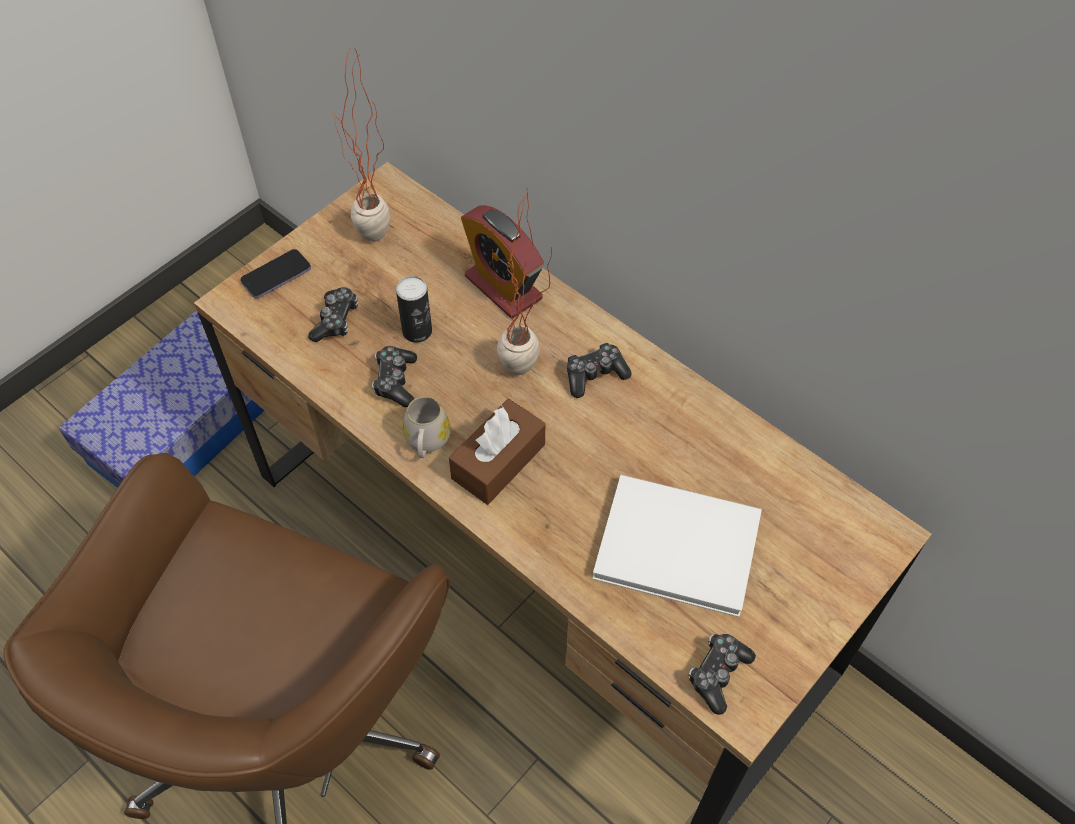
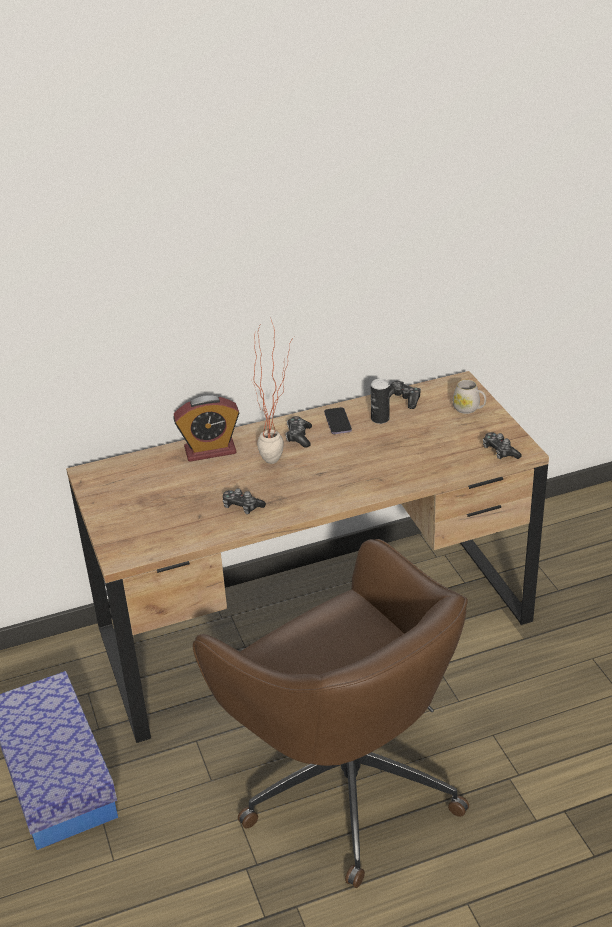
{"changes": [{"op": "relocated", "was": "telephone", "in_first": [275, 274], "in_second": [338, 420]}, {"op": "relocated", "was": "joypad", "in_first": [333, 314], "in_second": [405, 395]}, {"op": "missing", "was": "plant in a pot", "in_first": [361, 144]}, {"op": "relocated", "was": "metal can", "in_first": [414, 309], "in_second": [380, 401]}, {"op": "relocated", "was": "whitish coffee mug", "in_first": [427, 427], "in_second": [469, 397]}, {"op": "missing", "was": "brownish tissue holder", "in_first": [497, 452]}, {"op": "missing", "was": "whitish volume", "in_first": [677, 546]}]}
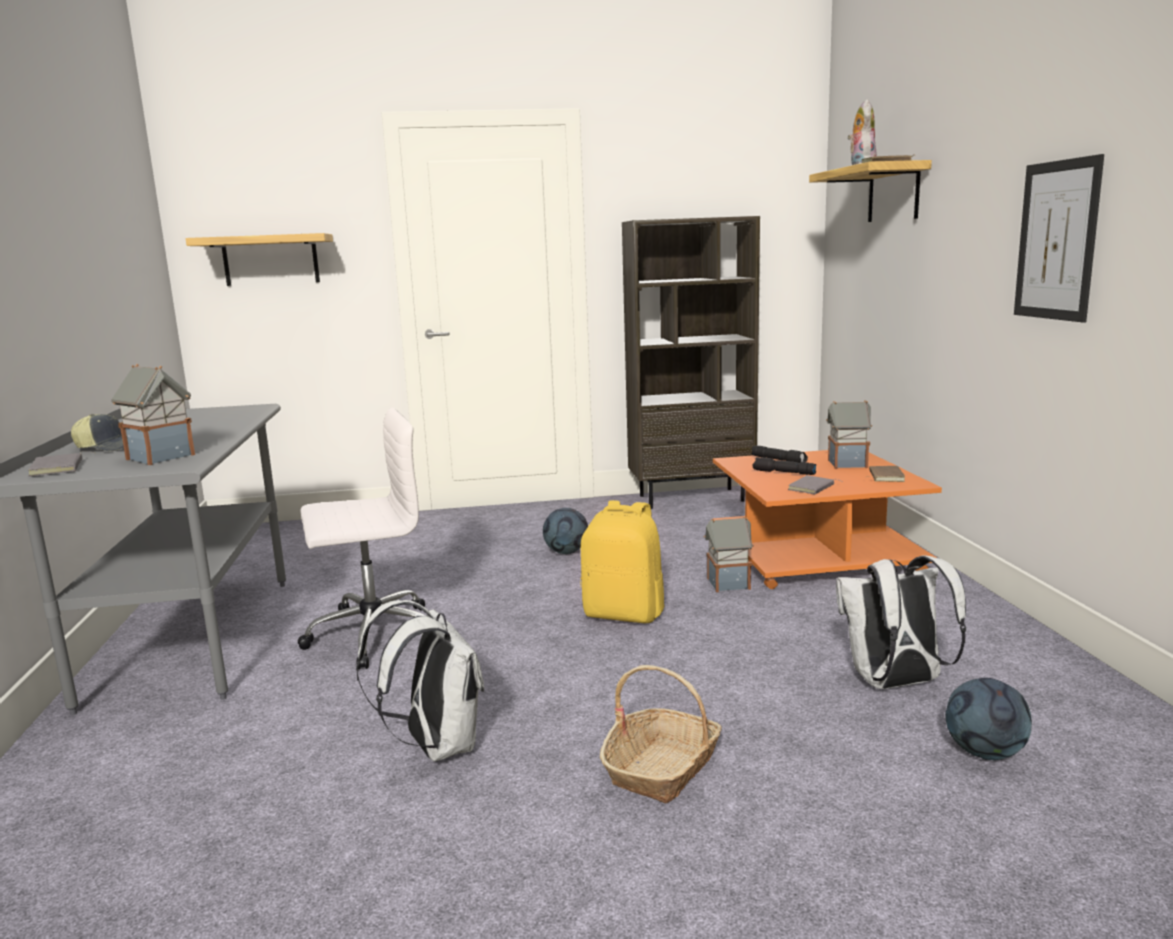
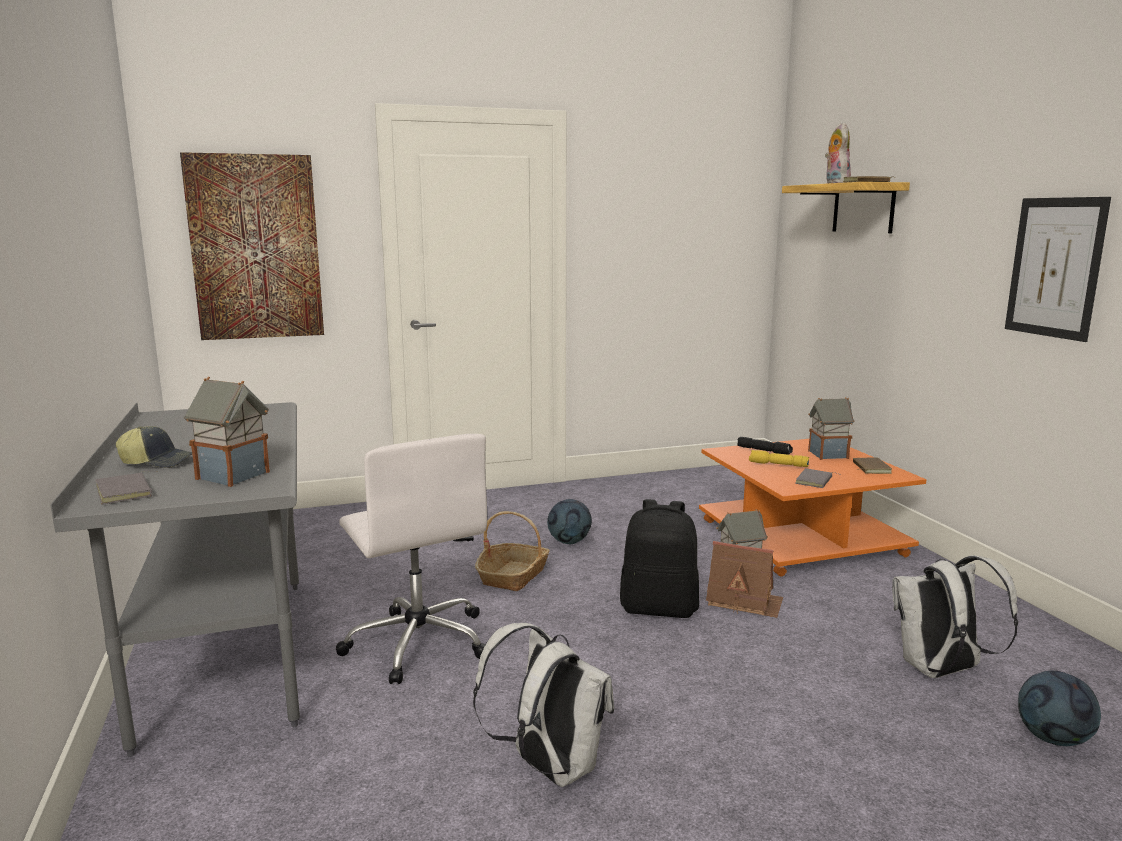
{"changes": [{"op": "exchanged", "was": "shelf", "now": "wall art", "in_first": [259, 259], "in_second": [252, 246]}, {"op": "spun", "was": "whitish office chair", "in_first": [362, 538], "in_second": [411, 559], "clockwise": 90}, {"op": "colour", "was": "yellowish knapsack", "now": "black knapsack", "in_first": [622, 561], "in_second": [659, 558]}, {"op": "relocated", "was": "storage basket", "in_first": [661, 734], "in_second": [512, 551]}, {"op": "missing", "was": "brownish shelving unit", "in_first": [691, 362]}, {"op": "colour", "was": "black hand torch", "now": "yellowish hand torch", "in_first": [784, 466], "in_second": [779, 458]}, {"op": "appeared", "now": "model house", "in_second": [744, 579]}]}
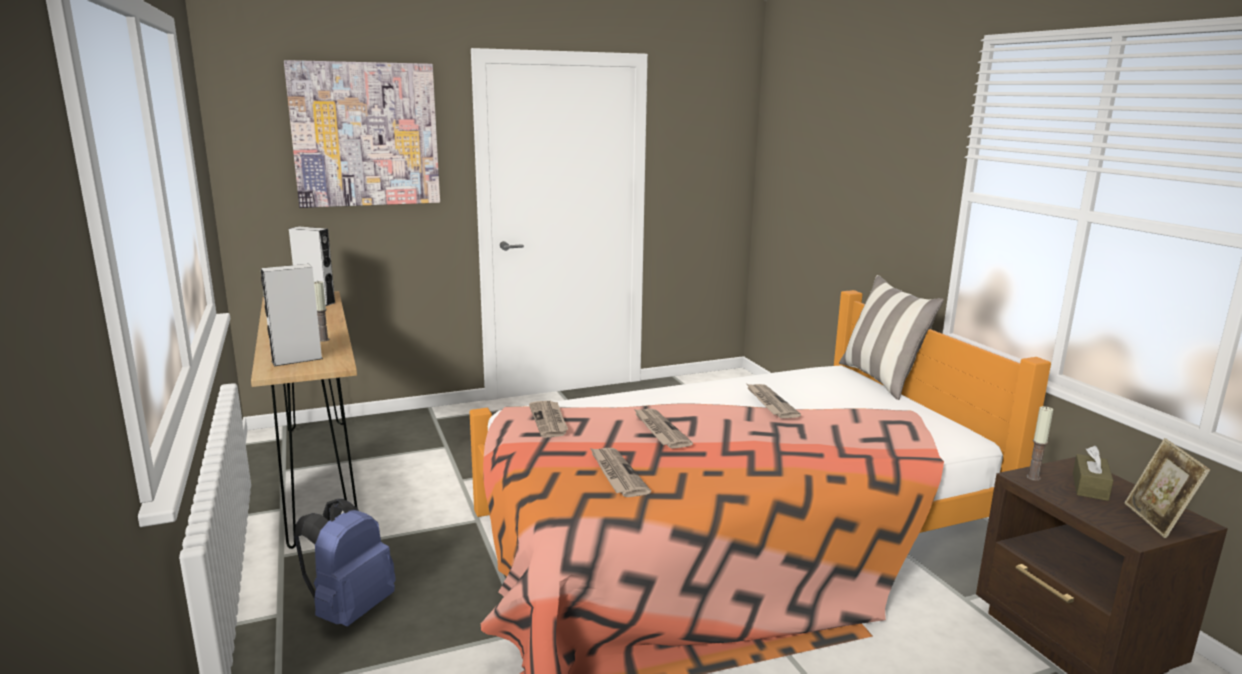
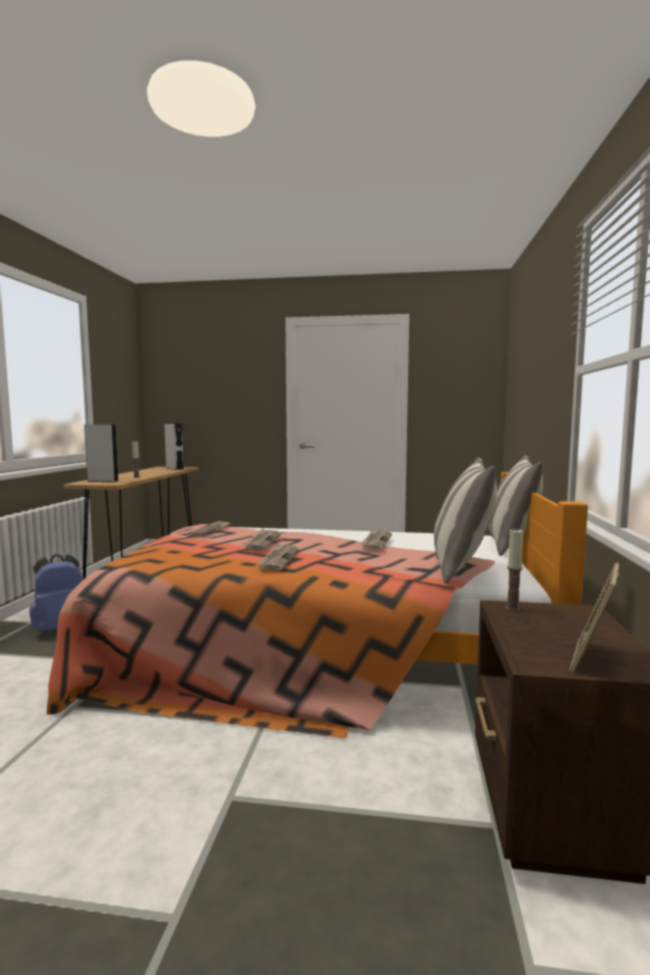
{"changes": [{"op": "missing", "was": "wall art", "in_first": [362, 134]}, {"op": "relocated", "was": "newspaper", "in_first": [620, 472], "in_second": [277, 556]}, {"op": "missing", "was": "brownish tissue holder", "in_first": [1093, 473]}, {"op": "appeared", "now": "throw pillow", "in_second": [465, 521]}]}
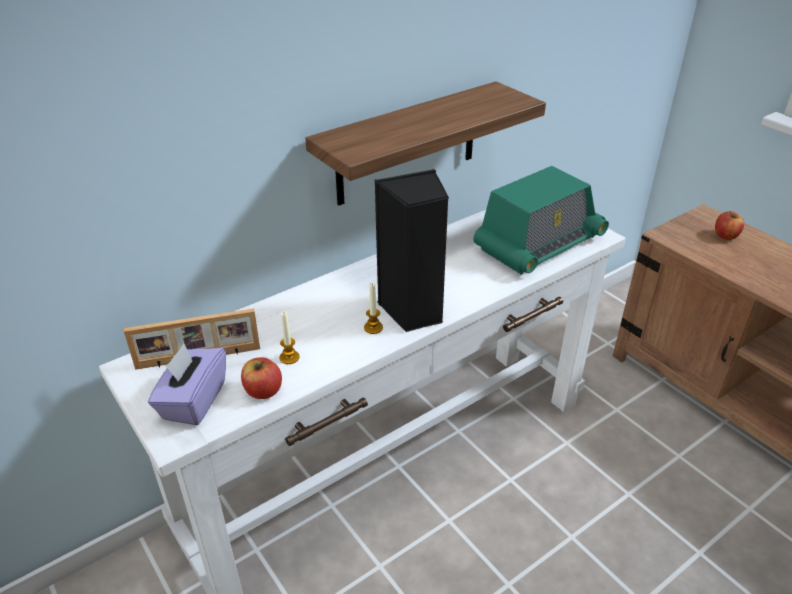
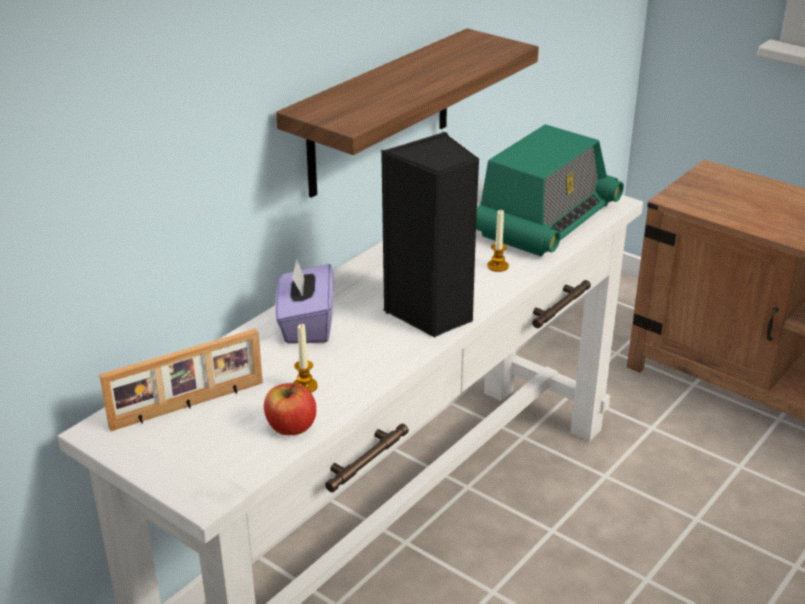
{"changes": [{"op": "relocated", "was": "purple tissue holder", "in_first": [187, 384], "in_second": [304, 301]}, {"op": "relocated", "was": "candle", "in_first": [373, 308], "in_second": [498, 241]}, {"op": "missing", "was": "apple fruit", "in_first": [729, 225]}]}
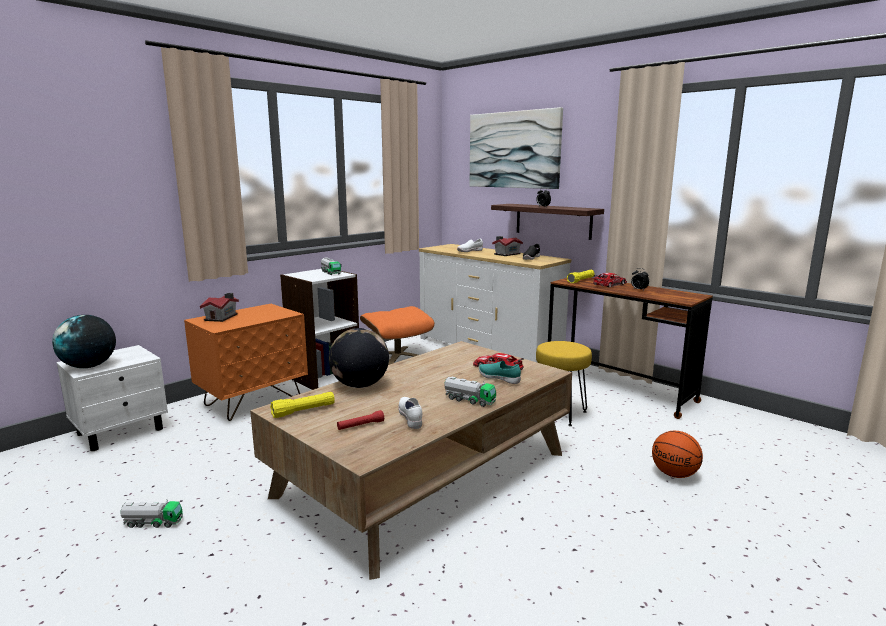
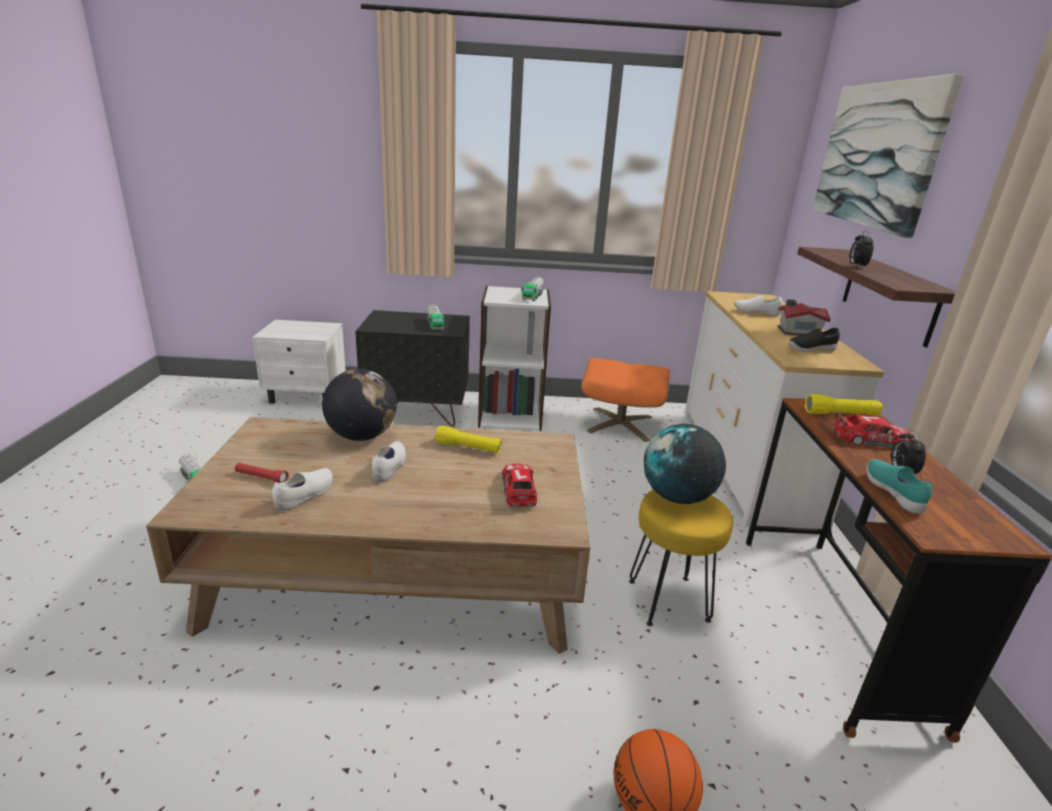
{"changes": [{"op": "relocated", "was": "desk globe", "in_first": [84, 341], "in_second": [685, 464]}, {"op": "colour", "was": "orange night table", "now": "black night table", "in_first": [246, 362], "in_second": [412, 368]}, {"op": "missing", "was": "model house", "in_first": [219, 307]}, {"op": "relocated", "was": "yellowish hand torch", "in_first": [302, 405], "in_second": [468, 439]}, {"op": "relocated", "was": "toy truck", "in_first": [470, 392], "in_second": [436, 317]}, {"op": "relocated", "was": "blue-green shoe", "in_first": [500, 372], "in_second": [899, 486]}, {"op": "appeared", "now": "whitish shoe", "in_second": [389, 461]}]}
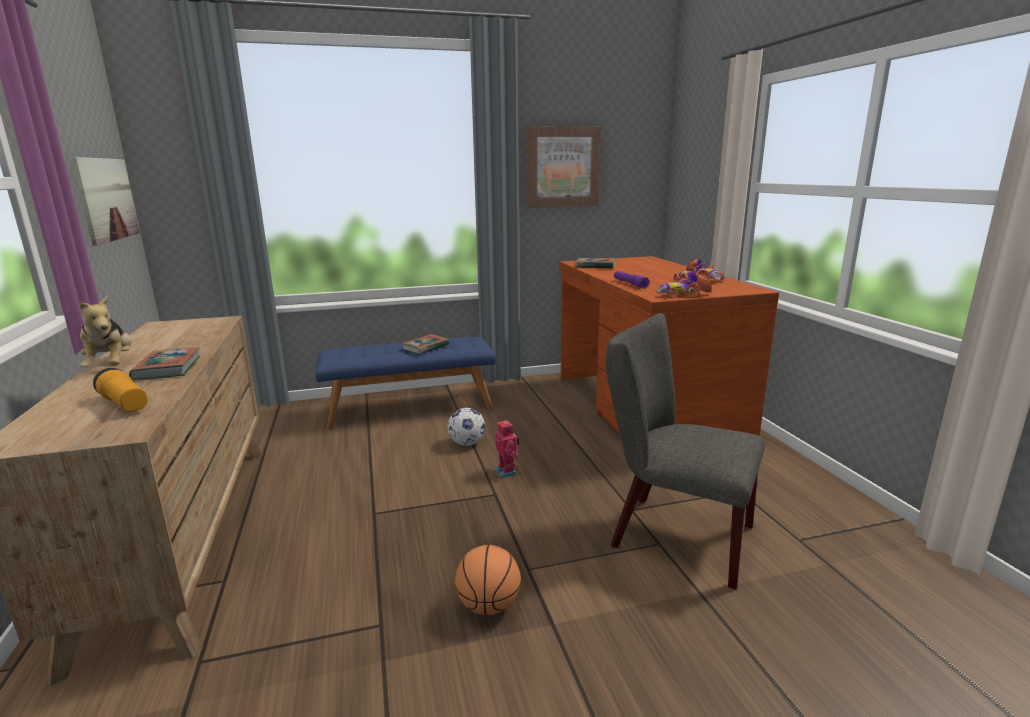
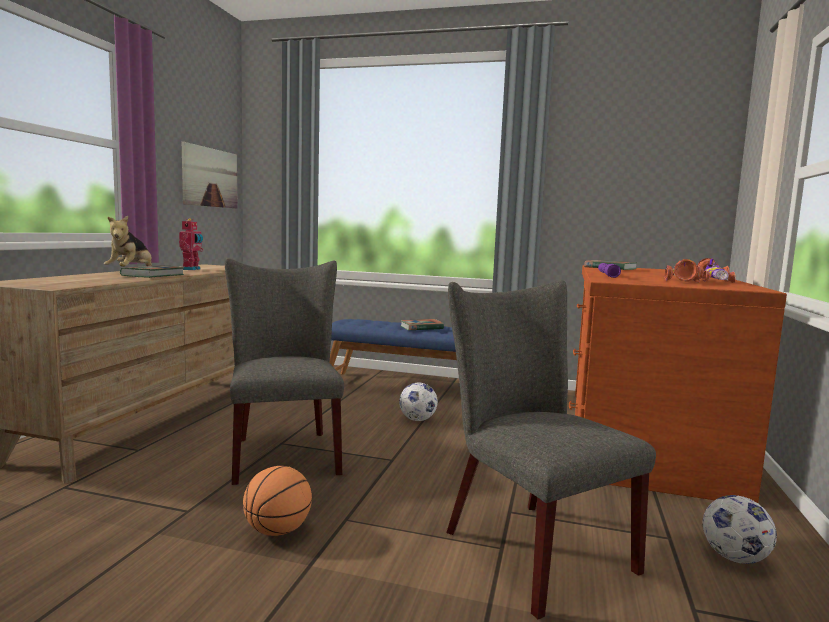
{"changes": [{"op": "missing", "was": "hand torch", "in_first": [120, 389]}, {"op": "relocated", "was": "robot figure", "in_first": [507, 448], "in_second": [191, 244]}, {"op": "missing", "was": "wall art", "in_first": [563, 167]}, {"op": "missing", "was": "model car", "in_first": [683, 286]}, {"op": "appeared", "now": "grey upright chair", "in_second": [284, 371]}, {"op": "appeared", "now": "ball for football", "in_second": [739, 529]}]}
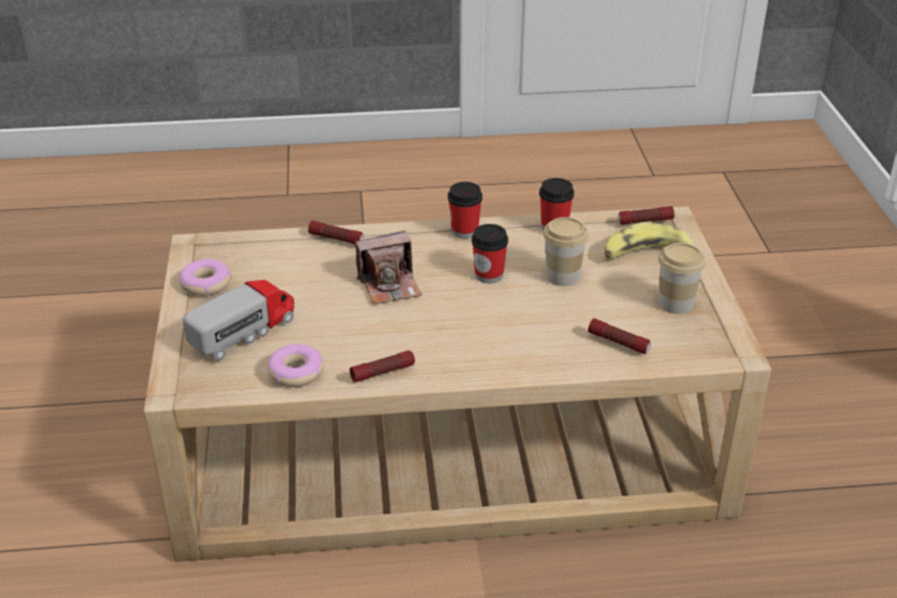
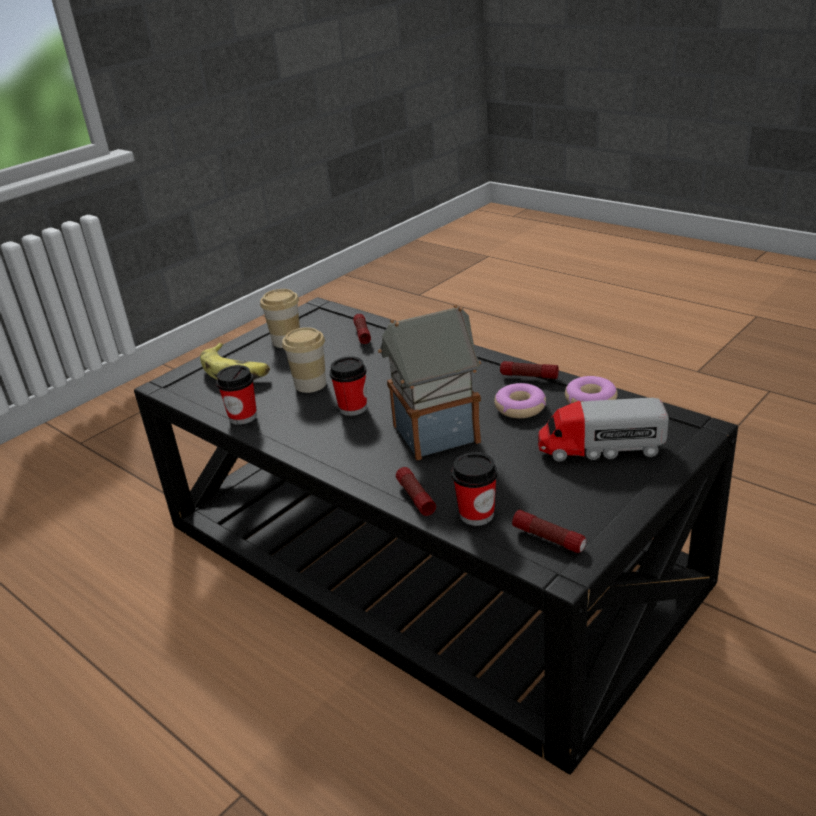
{"changes": [{"op": "colour", "was": "sand-coloured coffee table", "now": "black coffee table", "in_first": [457, 384], "in_second": [436, 536]}, {"op": "relocated", "was": "ring doughnut", "in_first": [205, 277], "in_second": [520, 400]}, {"op": "exchanged", "was": "photo camera", "now": "model house", "in_first": [388, 267], "in_second": [429, 382]}, {"op": "relocated", "was": "drinking cup", "in_first": [465, 210], "in_second": [474, 489]}, {"op": "relocated", "was": "hand torch", "in_first": [646, 215], "in_second": [549, 531]}]}
